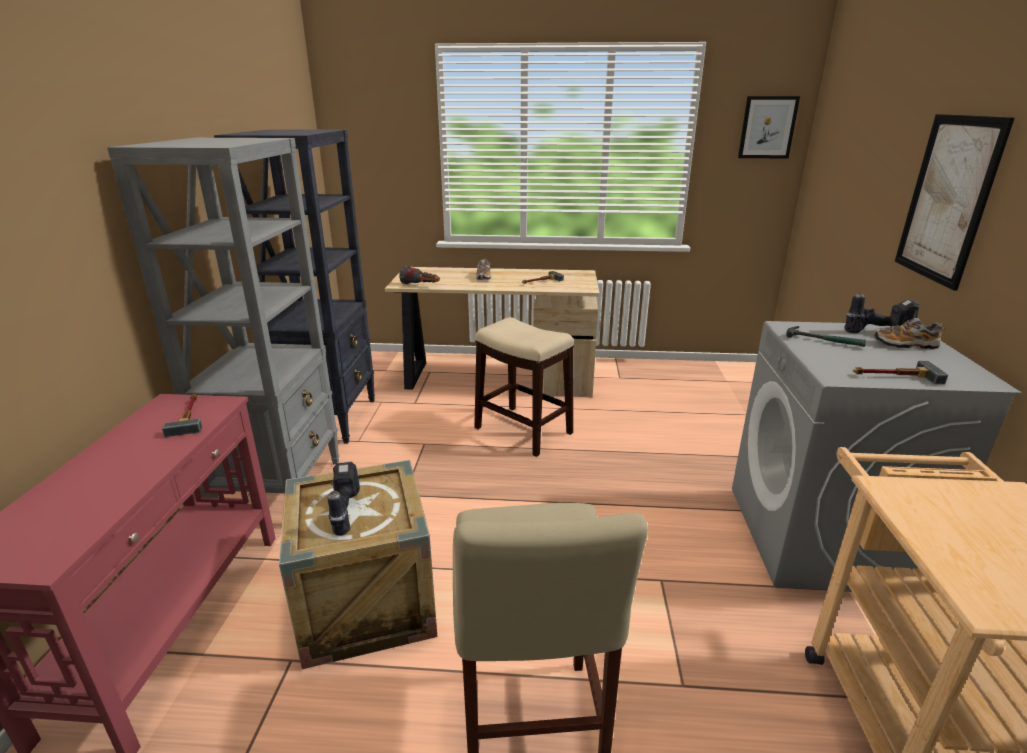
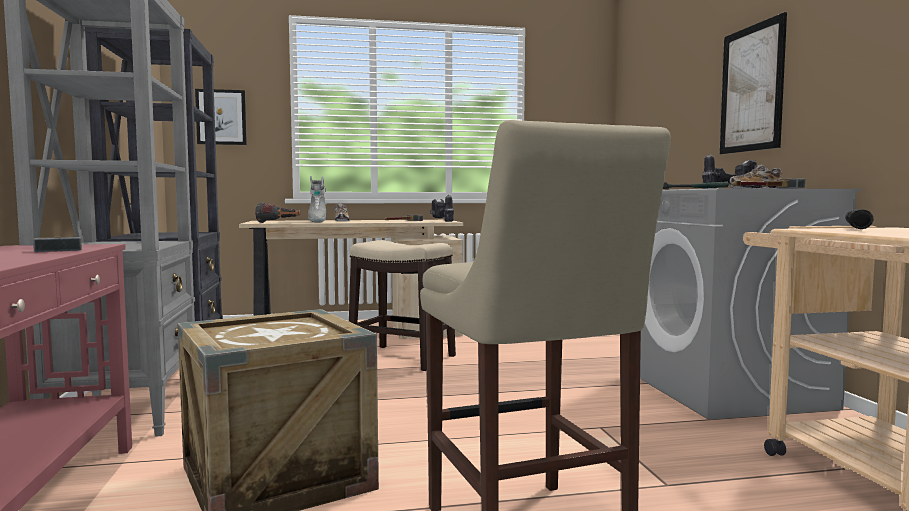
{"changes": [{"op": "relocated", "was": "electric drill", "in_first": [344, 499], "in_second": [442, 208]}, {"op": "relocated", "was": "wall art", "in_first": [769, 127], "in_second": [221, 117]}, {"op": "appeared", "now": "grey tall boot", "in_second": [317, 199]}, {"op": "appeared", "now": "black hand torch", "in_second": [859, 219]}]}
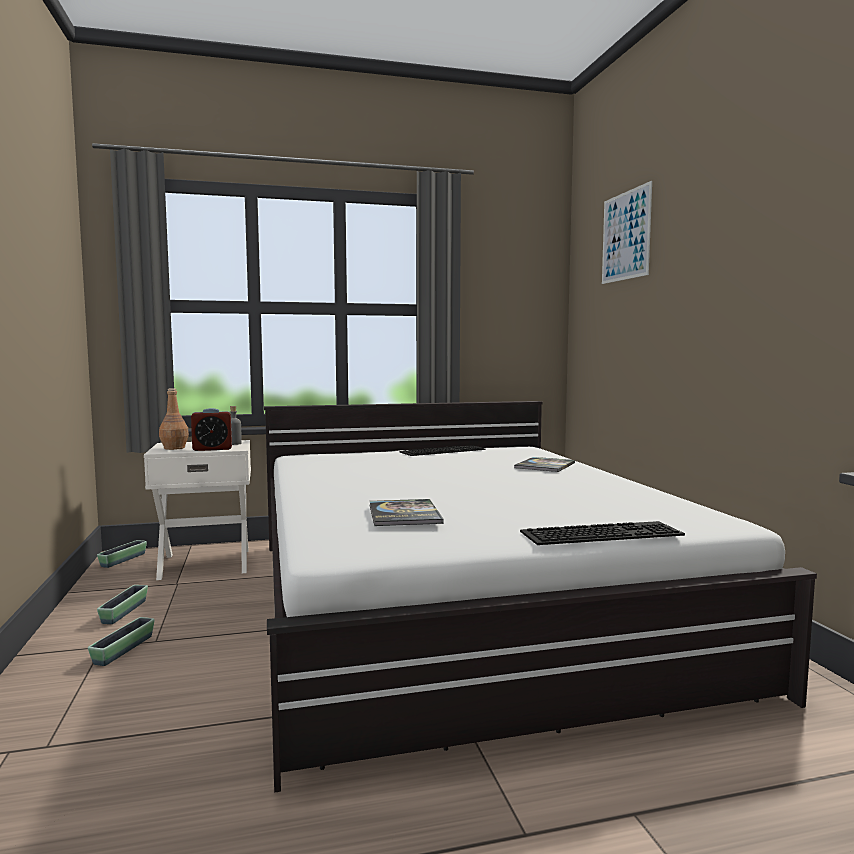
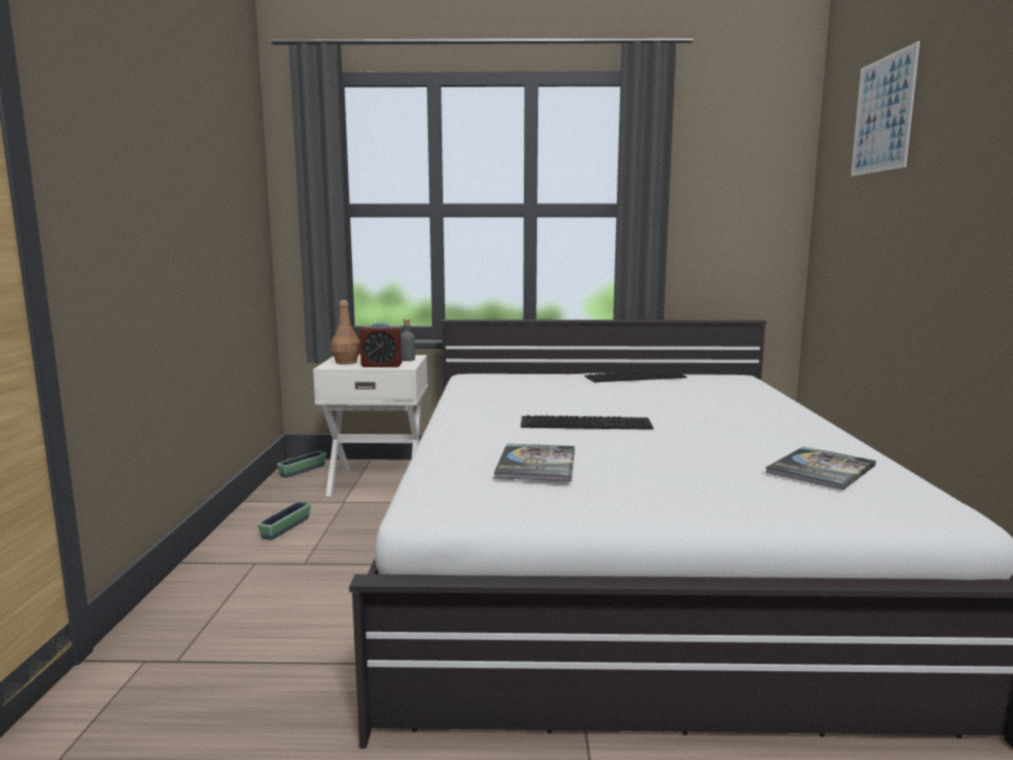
{"changes": [{"op": "missing", "was": "planter", "in_first": [121, 641]}, {"op": "relocated", "was": "volume", "in_first": [544, 464], "in_second": [820, 468]}, {"op": "relocated", "was": "PC keyboard", "in_first": [602, 533], "in_second": [587, 422]}]}
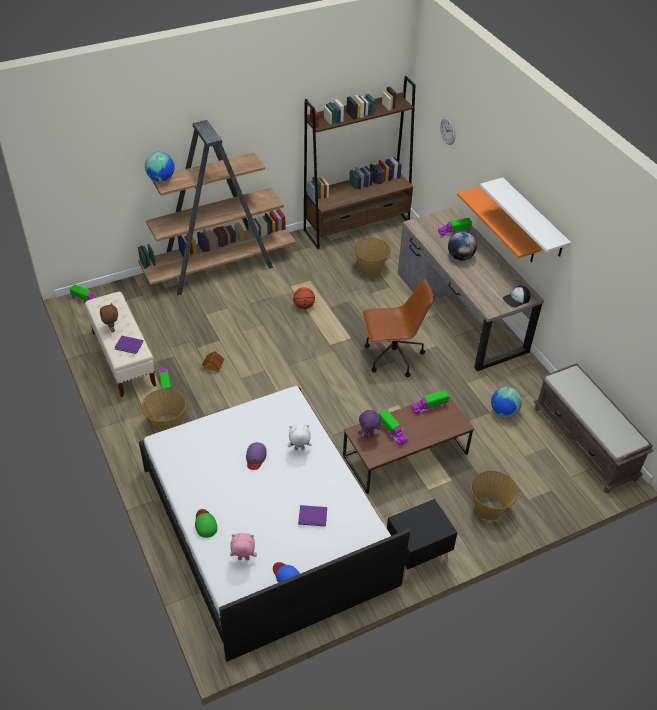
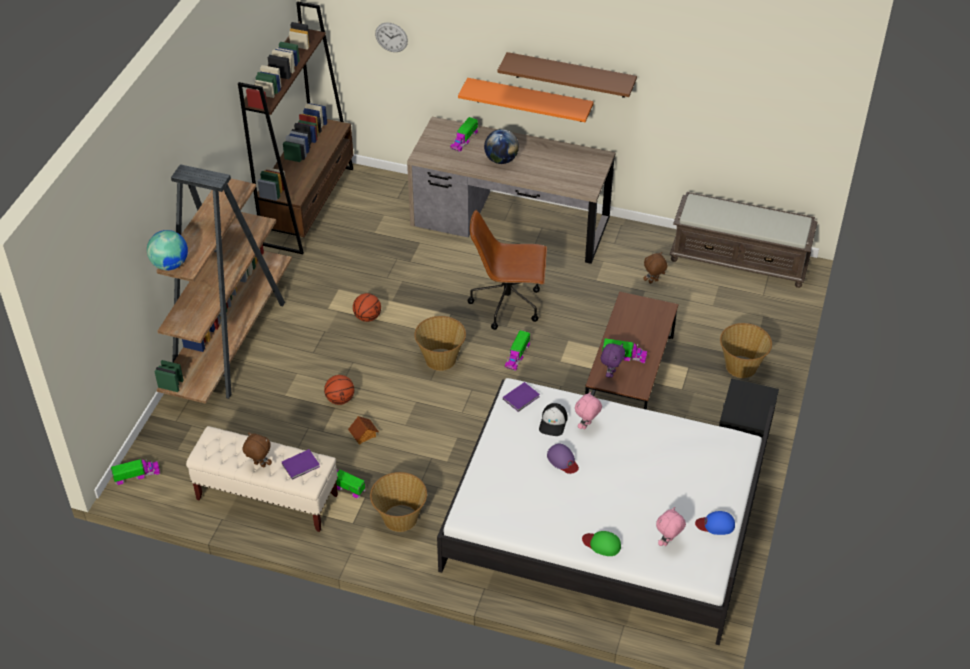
{"changes": [{"op": "colour", "was": "whitish soft toy", "now": "pinkish soft toy", "in_first": [300, 437], "in_second": [588, 410]}, {"op": "relocated", "was": "purple volume", "in_first": [312, 516], "in_second": [521, 397]}, {"op": "relocated", "was": "storage basket", "in_first": [372, 257], "in_second": [440, 343]}, {"op": "spun", "was": "brownish office chair", "in_first": [397, 328], "in_second": [507, 270], "clockwise": -120}, {"op": "relocated", "was": "toy truck", "in_first": [430, 402], "in_second": [517, 350]}, {"op": "colour", "was": "whitish shelf", "now": "brownish shelf", "in_first": [525, 217], "in_second": [567, 75]}, {"op": "exchanged", "was": "desk globe", "now": "brownish soft toy", "in_first": [506, 402], "in_second": [655, 268]}, {"op": "relocated", "was": "baseball cap", "in_first": [516, 297], "in_second": [553, 419]}, {"op": "appeared", "now": "basketball ball", "in_second": [339, 390]}]}
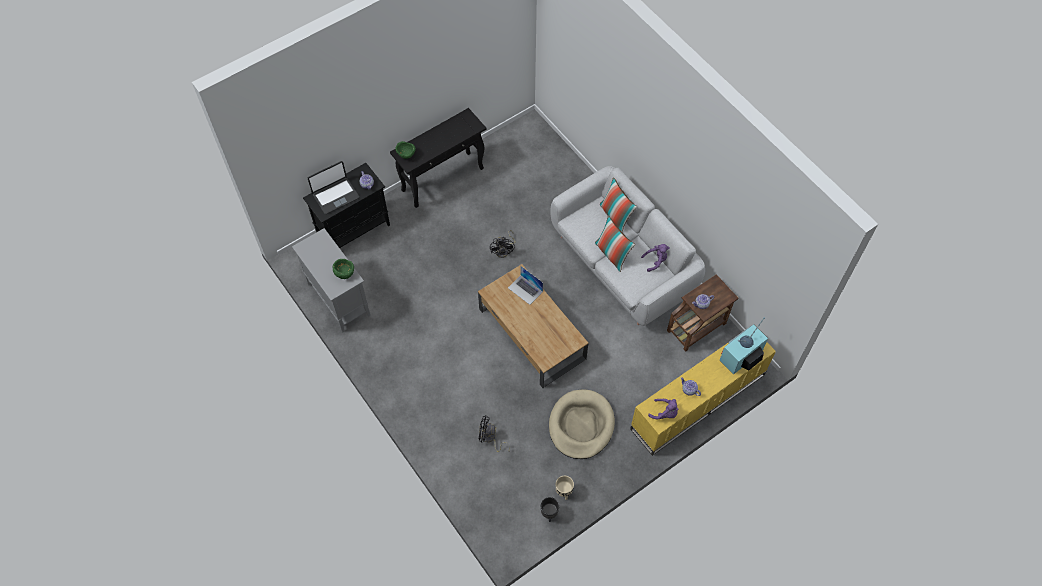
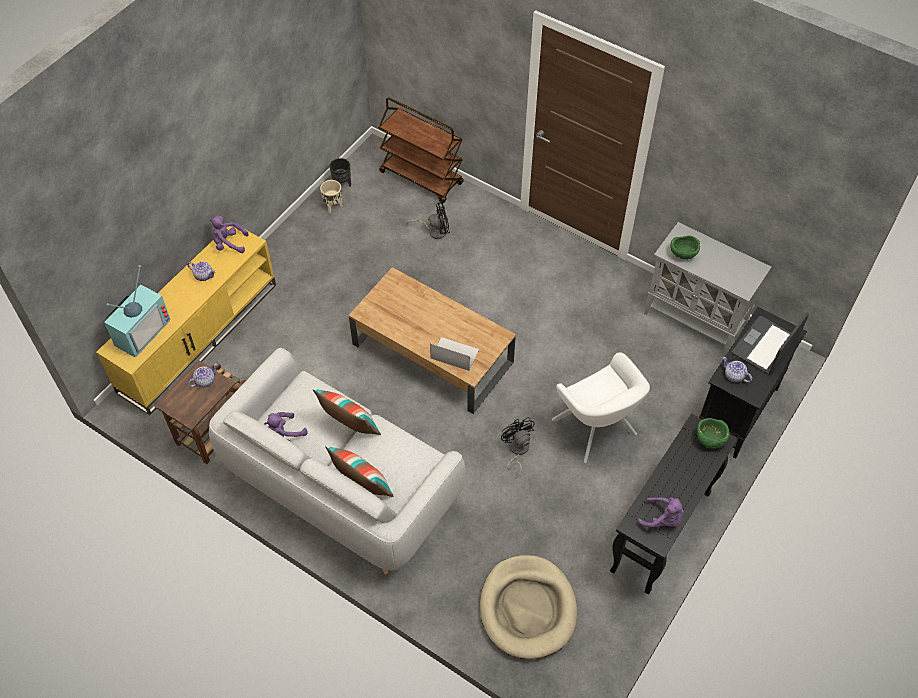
{"changes": [{"op": "relocated", "was": "sand-coloured dog cushion", "in_first": [582, 424], "in_second": [528, 607]}, {"op": "appeared", "now": "brownish wheeled cart", "in_second": [421, 150]}, {"op": "appeared", "now": "whitish lounge chair", "in_second": [601, 407]}, {"op": "appeared", "now": "purple soft toy", "in_second": [660, 512]}]}
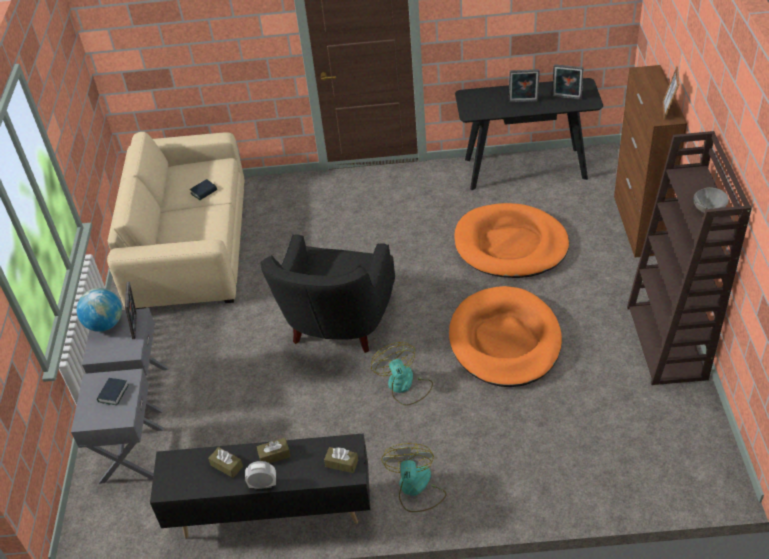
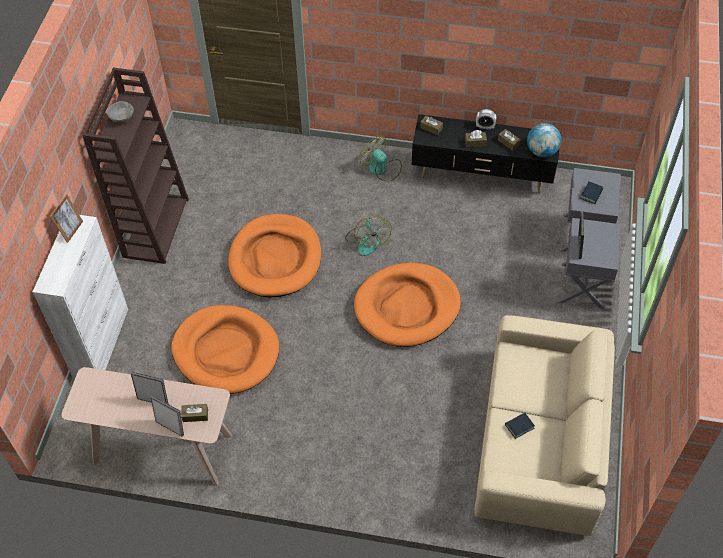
{"changes": [{"op": "relocated", "was": "desk globe", "in_first": [99, 310], "in_second": [544, 140]}, {"op": "exchanged", "was": "black lounge chair", "now": "orange dog cushion", "in_first": [327, 294], "in_second": [407, 305]}, {"op": "spun", "was": "cooling fan", "in_first": [413, 477], "in_second": [380, 158], "clockwise": 120}, {"op": "colour", "was": "black console table", "now": "sand-coloured console table", "in_first": [529, 134], "in_second": [146, 426]}, {"op": "relocated", "was": "photo frame", "in_first": [568, 82], "in_second": [167, 416]}, {"op": "colour", "was": "brownish cupboard", "now": "whitish cupboard", "in_first": [650, 161], "in_second": [80, 297]}, {"op": "appeared", "now": "brownish tissue holder", "in_second": [194, 413]}]}
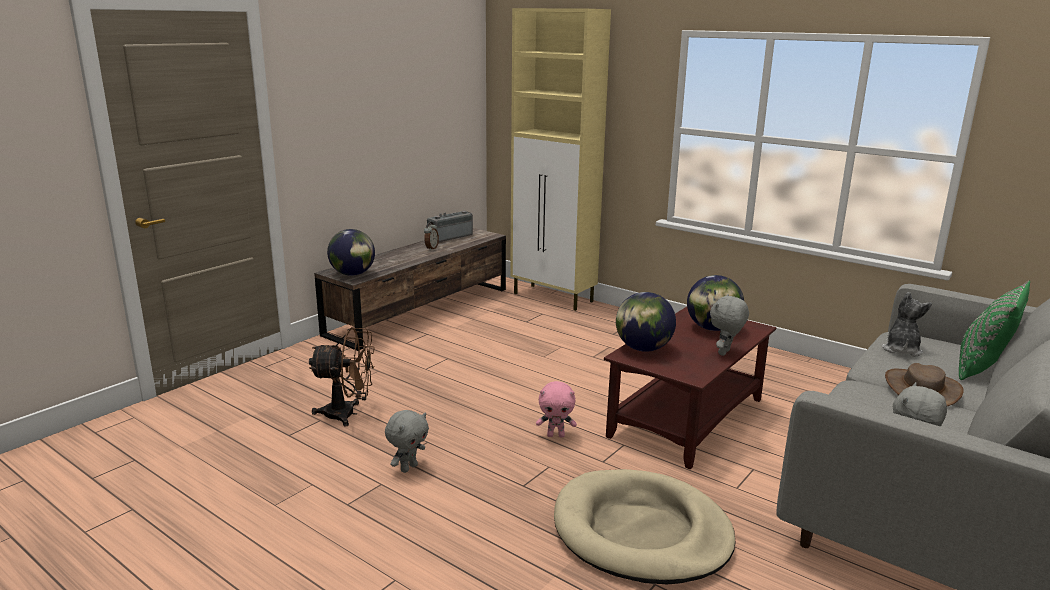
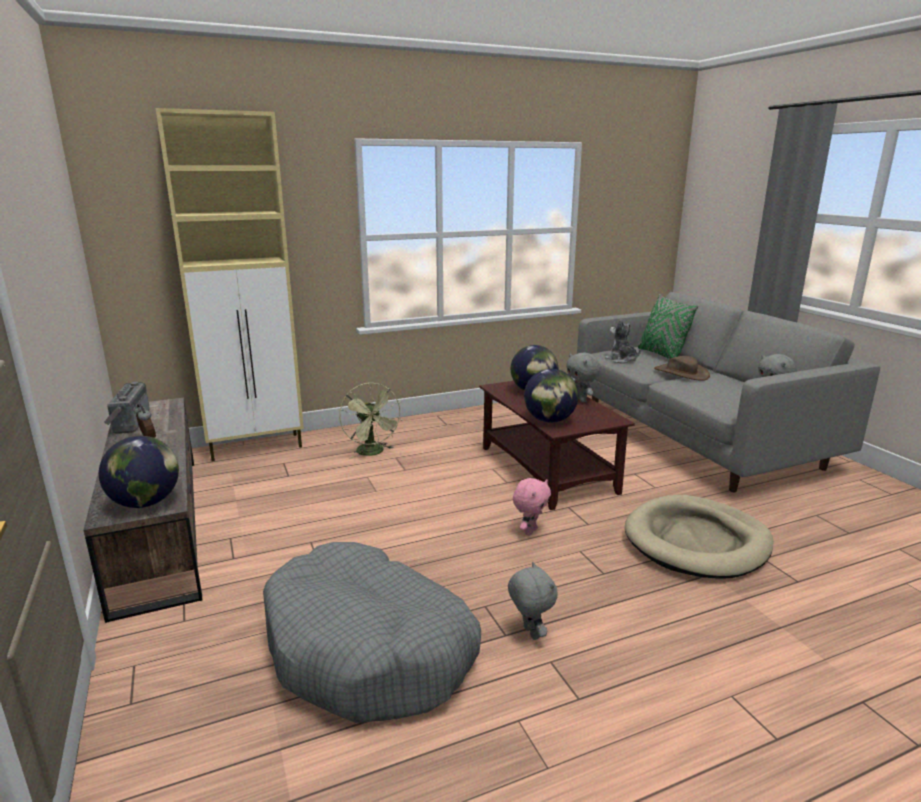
{"changes": [{"op": "exchanged", "was": "brownish cooling fan", "now": "grey dog cushion", "in_first": [342, 377], "in_second": [372, 632]}, {"op": "appeared", "now": "green-coloured cooling fan", "in_second": [370, 421]}]}
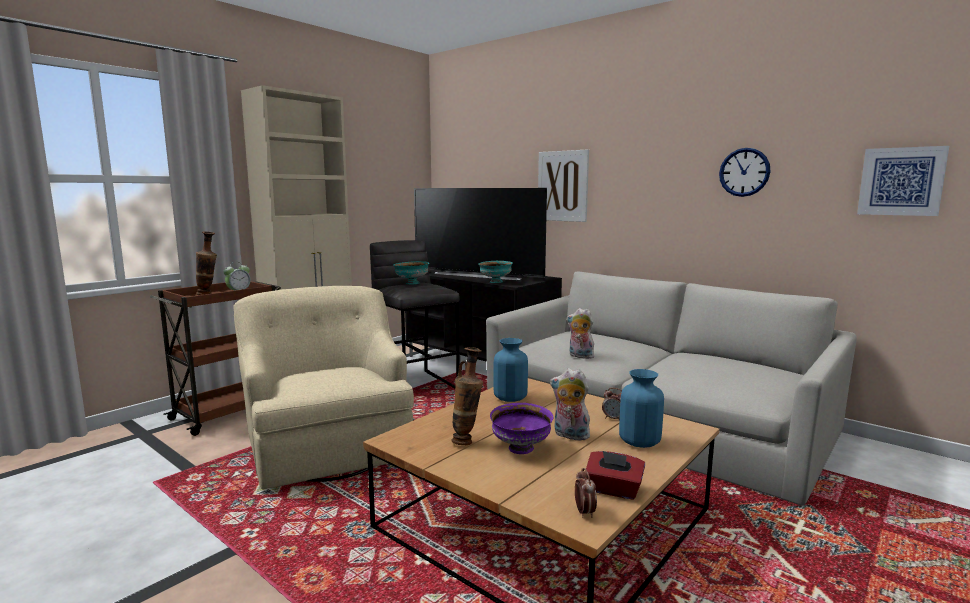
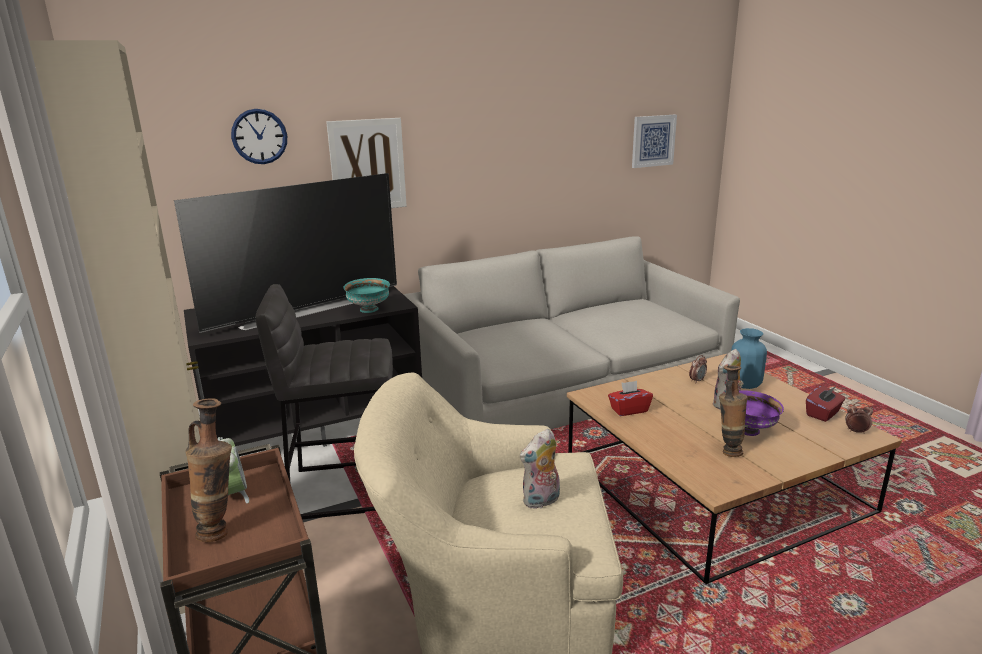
{"changes": [{"op": "missing", "was": "blue-green serving bowl", "in_first": [411, 272]}, {"op": "exchanged", "was": "blue flower vase", "now": "red tissue holder", "in_first": [510, 370], "in_second": [630, 398]}, {"op": "relocated", "was": "soft toy", "in_first": [581, 333], "in_second": [540, 469]}, {"op": "relocated", "was": "wall clock", "in_first": [744, 172], "in_second": [259, 136]}]}
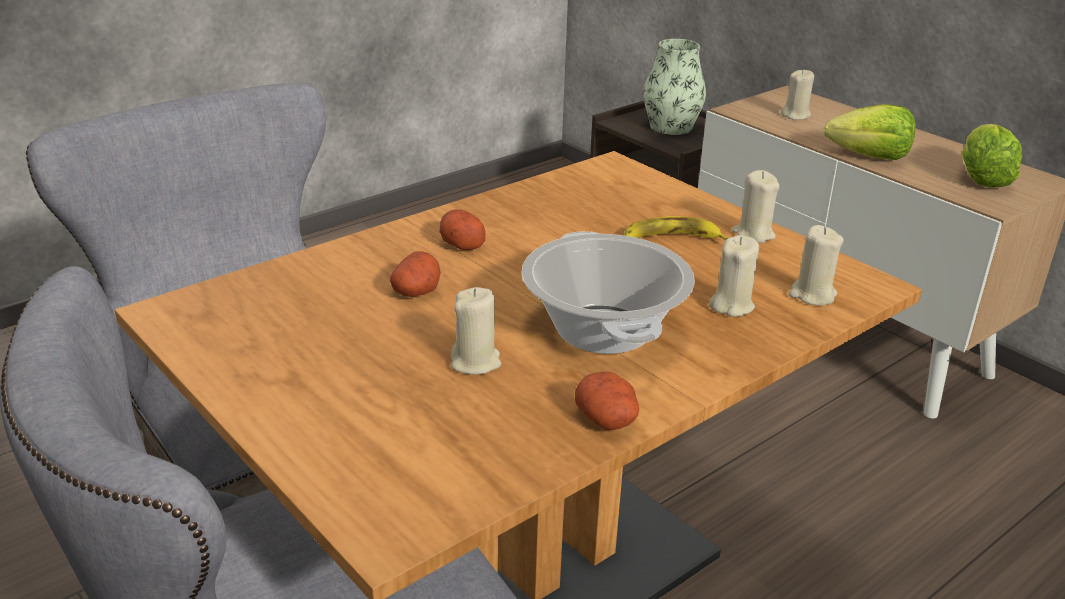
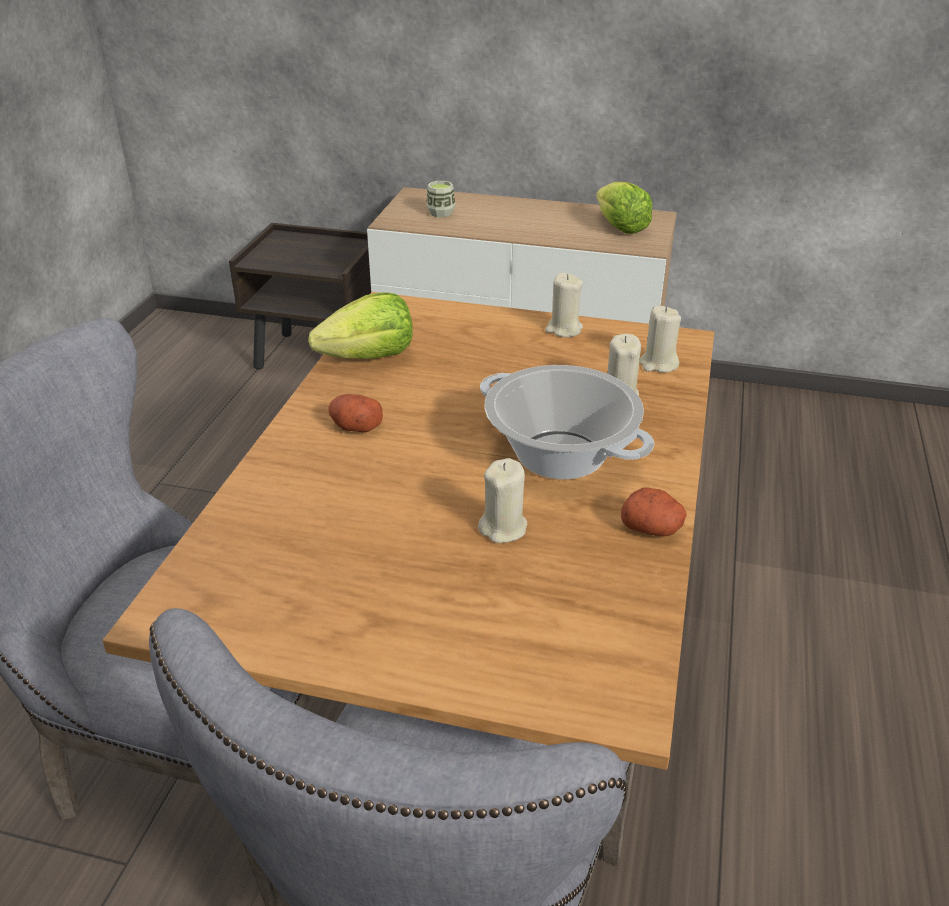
{"changes": [{"op": "missing", "was": "potato", "in_first": [415, 274]}, {"op": "missing", "was": "whole banana", "in_first": [676, 228]}, {"op": "missing", "was": "flower vase", "in_first": [674, 87]}, {"op": "exchanged", "was": "sand-coloured candle", "now": "drinking cup", "in_first": [797, 94], "in_second": [440, 199]}, {"op": "relocated", "was": "lettuce head", "in_first": [869, 132], "in_second": [360, 325]}]}
